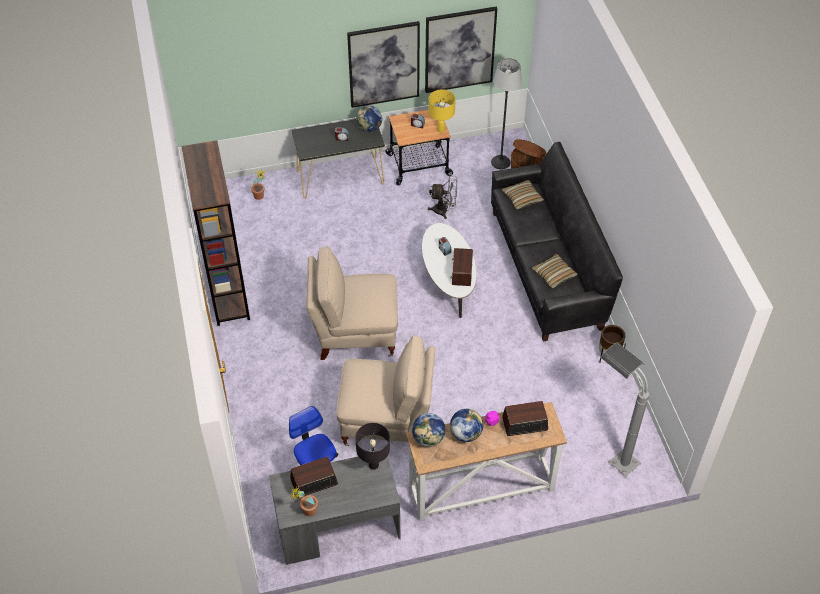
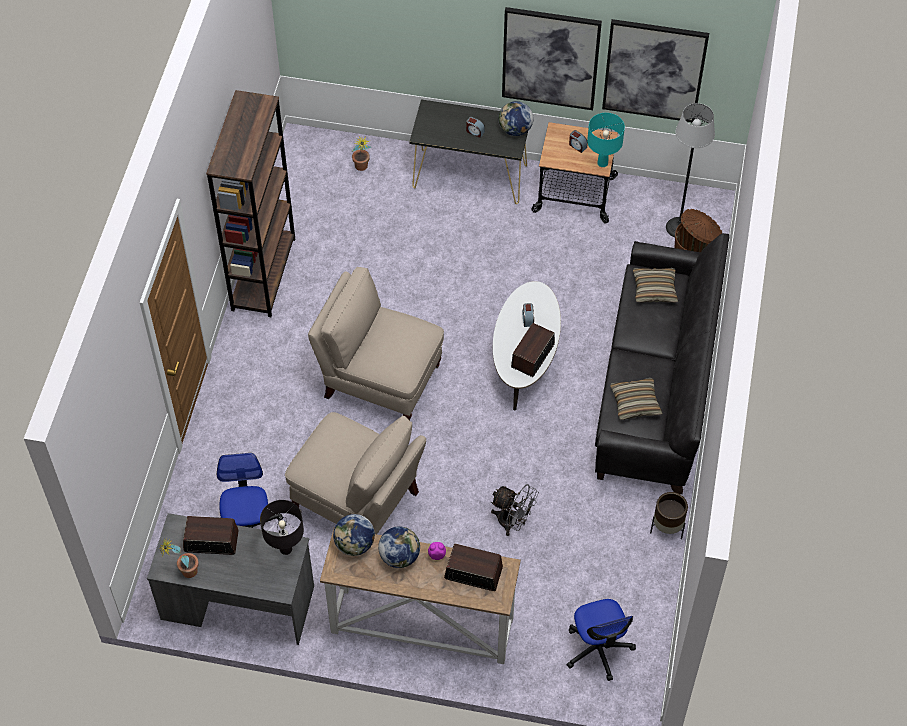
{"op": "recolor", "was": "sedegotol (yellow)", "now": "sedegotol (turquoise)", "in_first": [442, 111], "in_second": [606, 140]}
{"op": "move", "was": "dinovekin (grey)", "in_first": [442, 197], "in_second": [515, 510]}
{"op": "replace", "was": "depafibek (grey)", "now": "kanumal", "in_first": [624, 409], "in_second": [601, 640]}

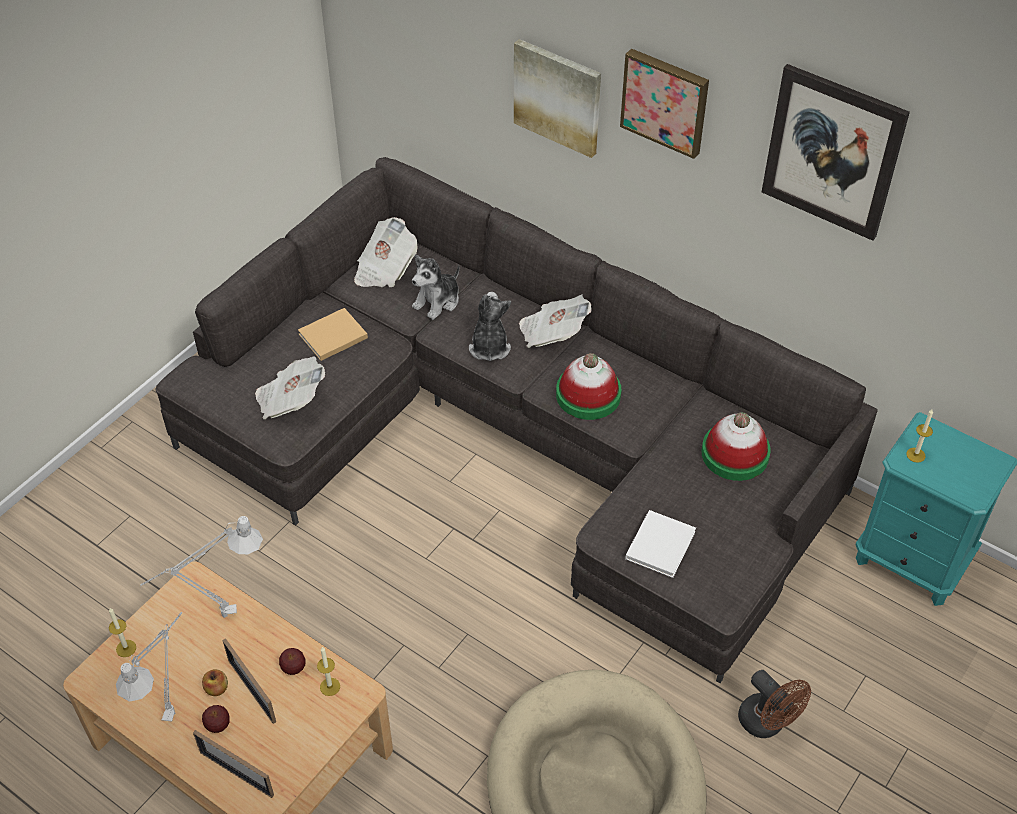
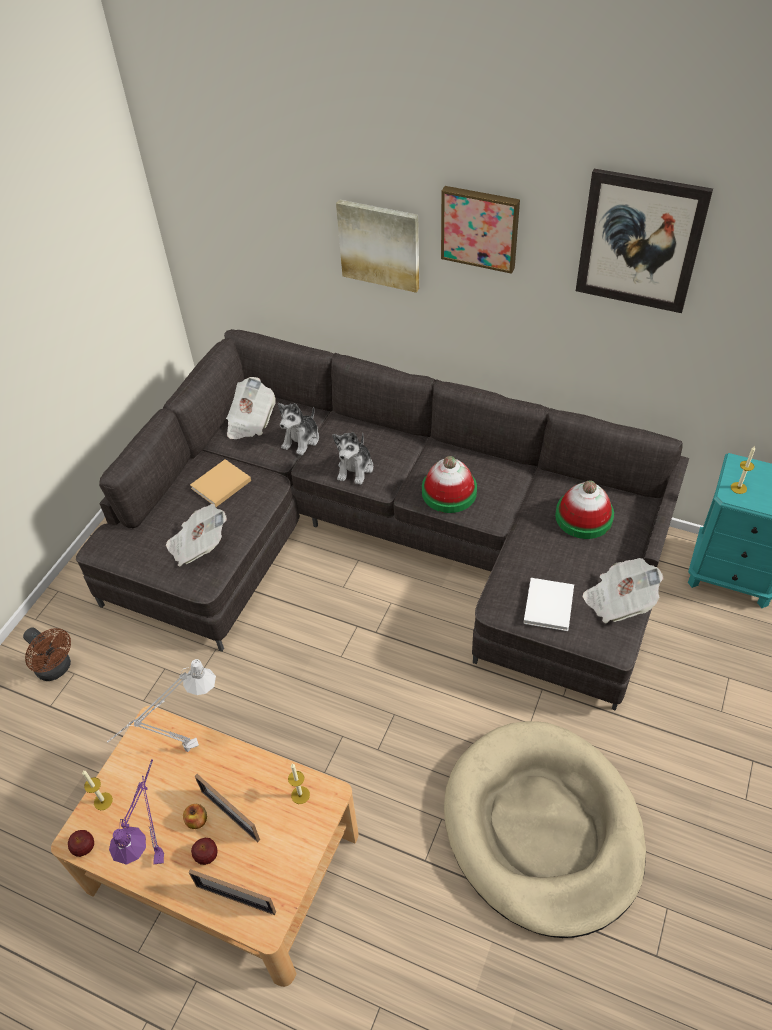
{"op": "rotate", "was": "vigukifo", "in_first": [490, 326], "in_second": [352, 458], "clockwise": -150}
{"op": "move", "was": "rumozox", "in_first": [555, 321], "in_second": [623, 590]}
{"op": "recolor", "was": "sedegotol (grey)", "now": "sedegotol (purple)", "in_first": [149, 666], "in_second": [136, 812]}
{"op": "move", "was": "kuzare", "in_first": [292, 661], "in_second": [81, 843]}
{"op": "move", "was": "dinovekin (brown)", "in_first": [774, 704], "in_second": [47, 654]}

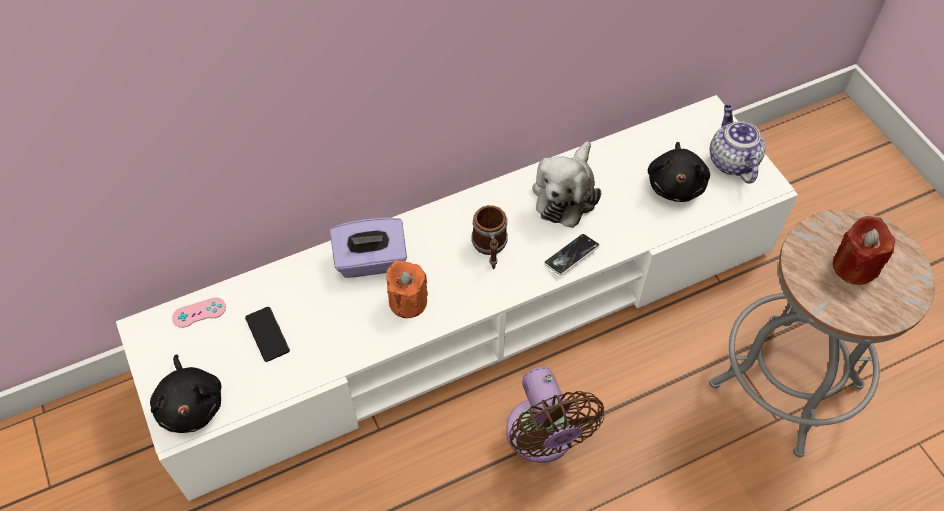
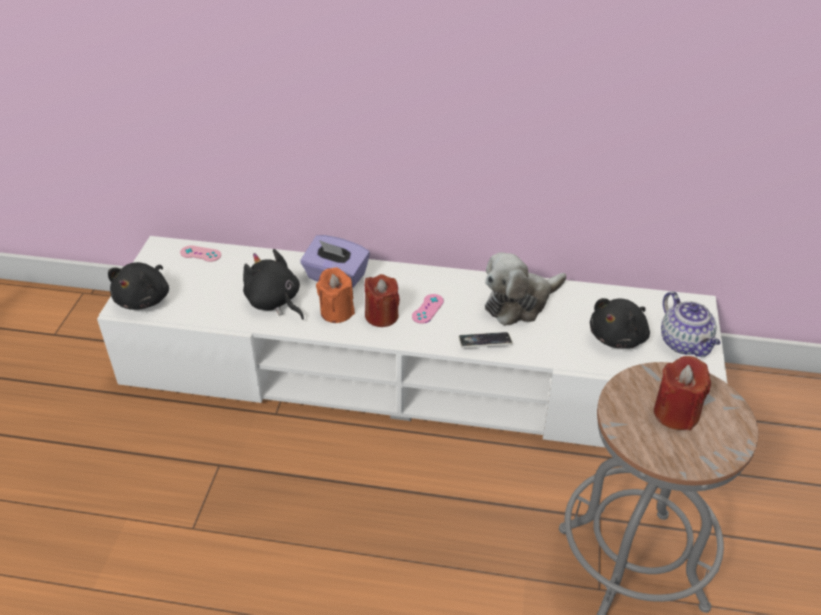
{"op": "rotate", "was": "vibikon", "in_first": [738, 144], "in_second": [690, 324], "clockwise": 135}
{"op": "replace", "was": "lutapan", "now": "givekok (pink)", "in_first": [489, 237], "in_second": [428, 309]}
{"op": "delete", "was": "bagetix", "in_first": [267, 334]}
{"op": "delete", "was": "dinovekin (brown)", "in_first": [555, 415]}
{"op": "insert", "now": "vigukifo (black)", "in_second": [273, 284]}
{"op": "insert", "now": "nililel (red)", "in_second": [382, 300]}

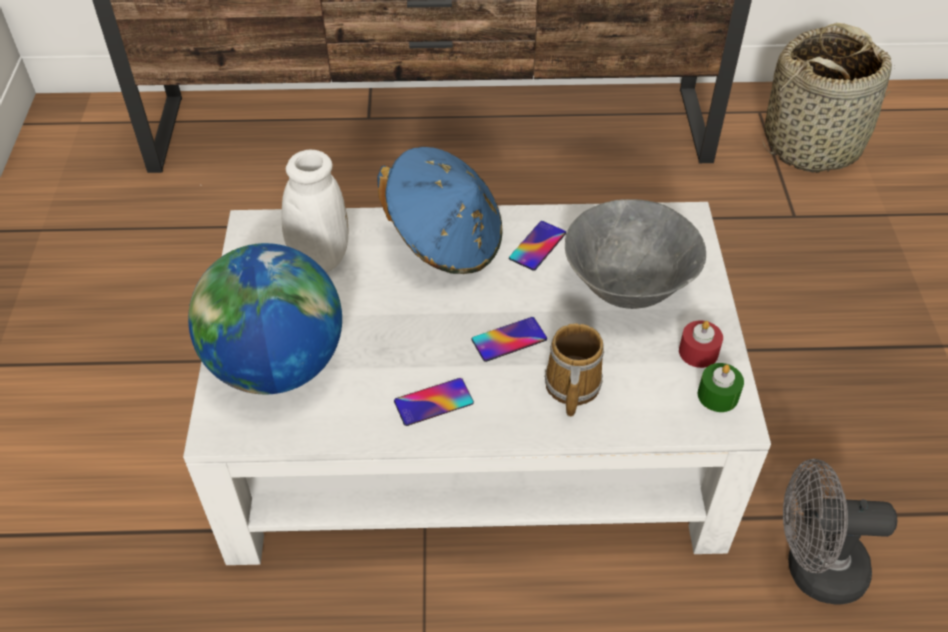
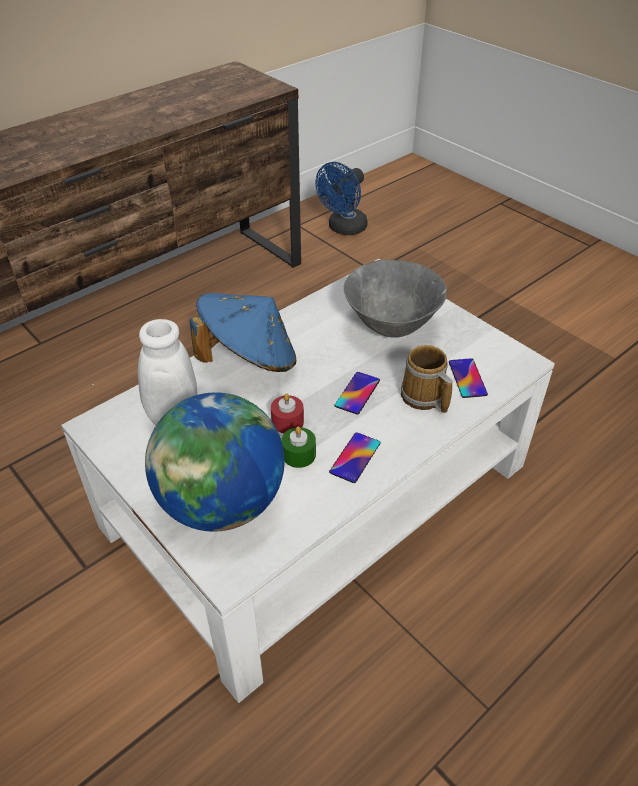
{"op": "replace", "was": "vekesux", "now": "dinovekin (blue)", "in_first": [827, 98], "in_second": [341, 198]}
{"op": "move", "was": "bagetix", "in_first": [537, 246], "in_second": [468, 378]}
{"op": "move", "was": "nililel (red)", "in_first": [701, 344], "in_second": [287, 413]}
{"op": "move", "was": "nililel (green)", "in_first": [721, 387], "in_second": [298, 447]}
{"op": "delete", "was": "dinovekin (grey)", "in_first": [840, 532]}

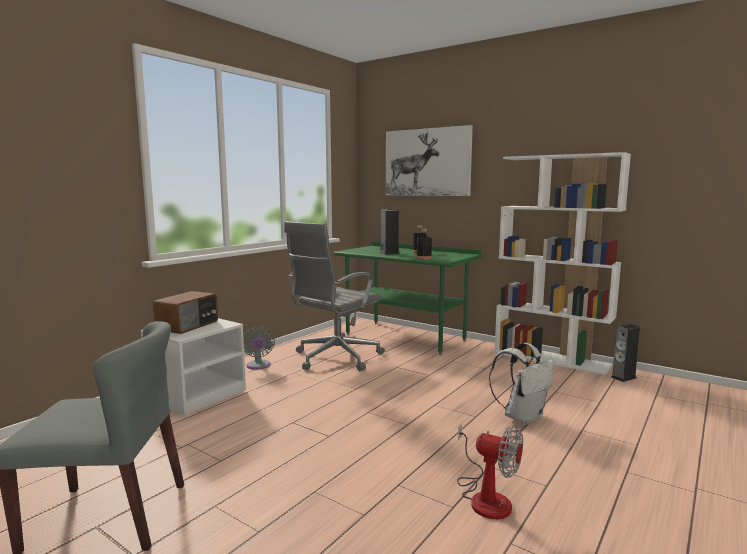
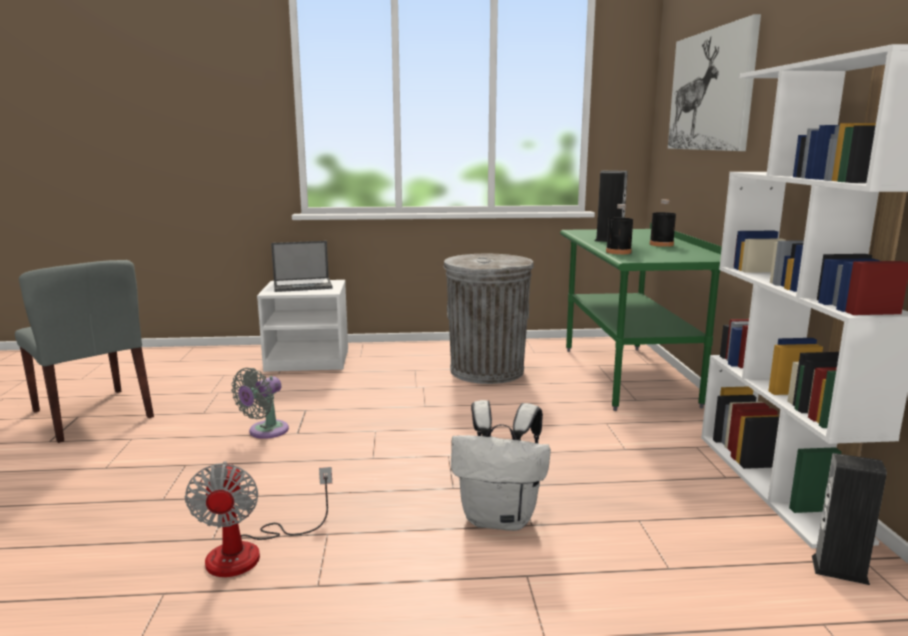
{"op": "replace", "was": "kanumal (grey)", "now": "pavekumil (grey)", "in_first": [334, 296], "in_second": [488, 319]}
{"op": "replace", "was": "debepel", "now": "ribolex", "in_first": [185, 312], "in_second": [302, 266]}
{"op": "move", "was": "dinovekin (grey)", "in_first": [259, 348], "in_second": [260, 403]}

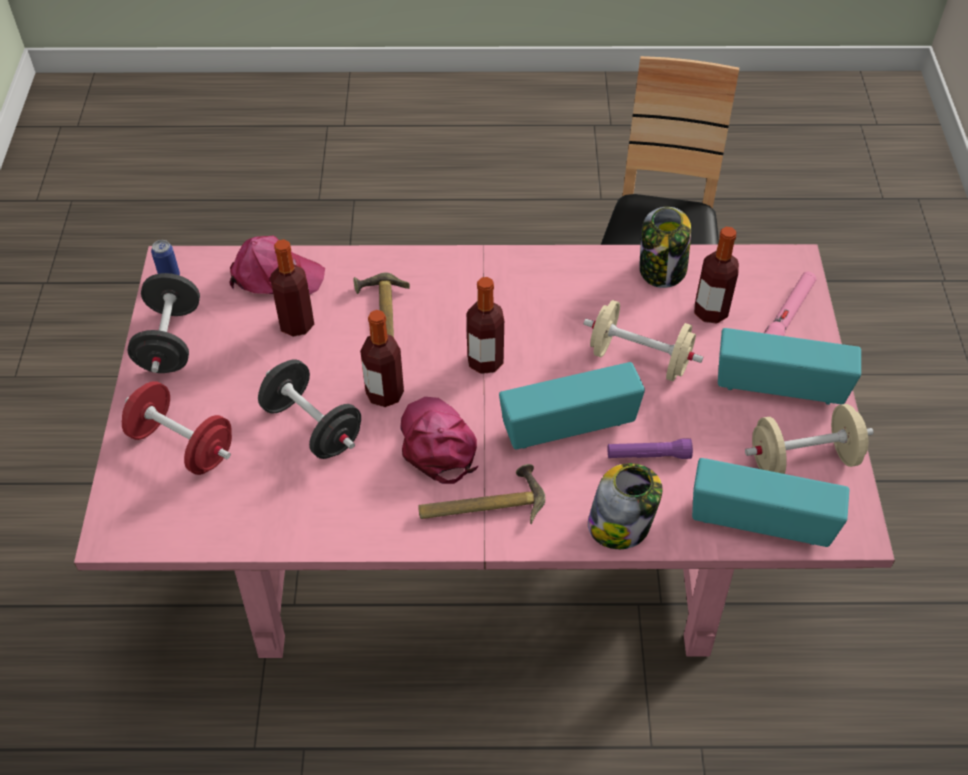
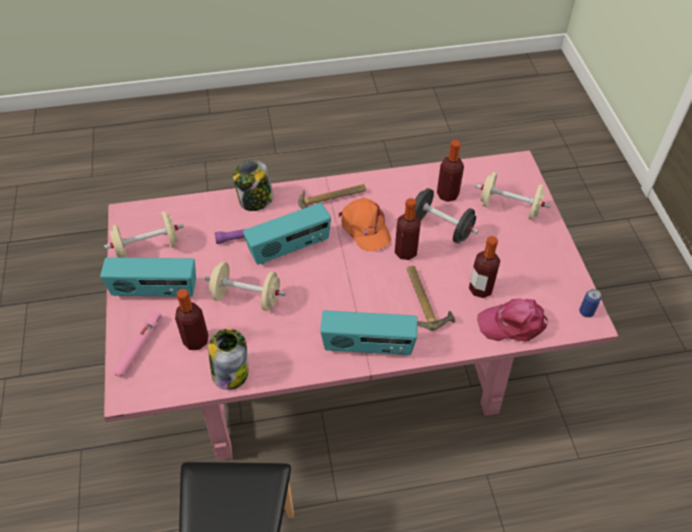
{"op": "delete", "was": "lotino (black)", "in_first": [164, 323]}
{"op": "move", "was": "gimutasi", "in_first": [485, 325], "in_second": [450, 171]}
{"op": "recolor", "was": "lotino (red)", "now": "lotino (beige)", "in_first": [177, 428], "in_second": [513, 196]}
{"op": "recolor", "was": "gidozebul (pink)", "now": "gidozebul (orange)", "in_first": [440, 440], "in_second": [364, 225]}
{"op": "move", "was": "debepel", "in_first": [770, 502], "in_second": [369, 332]}

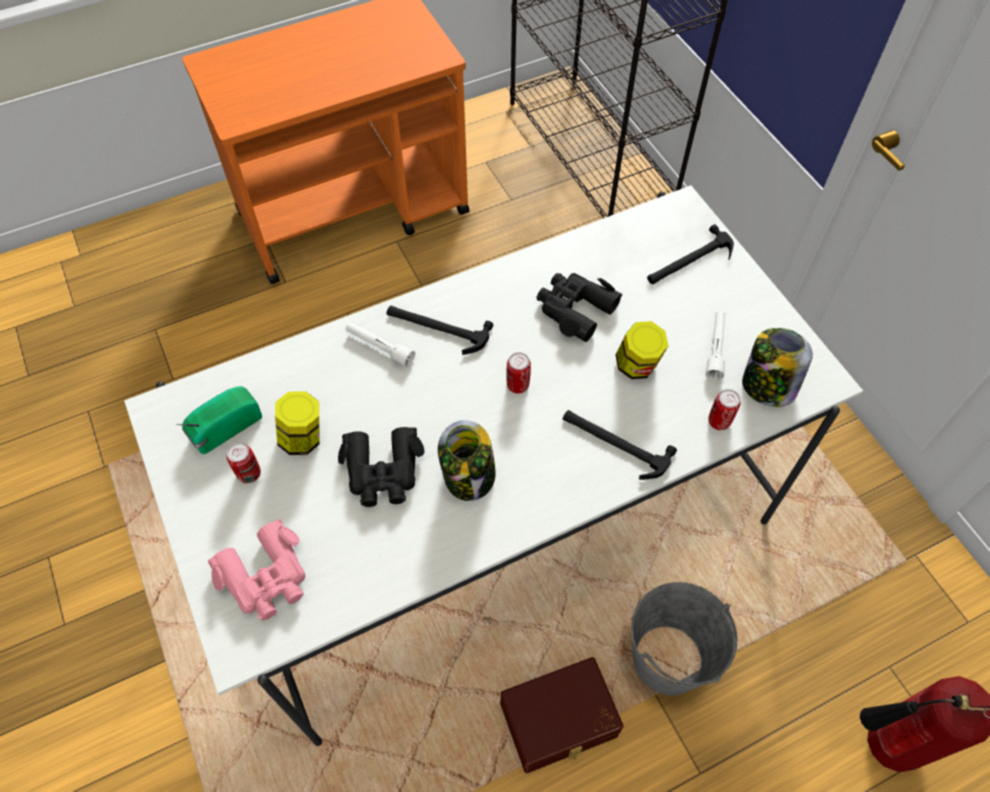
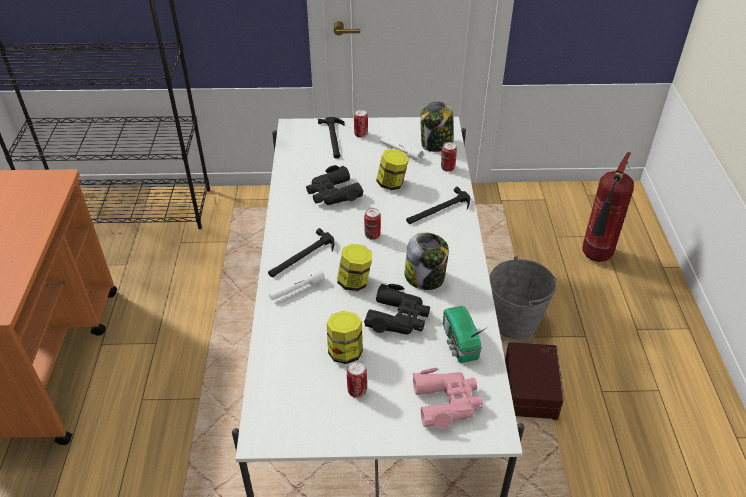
{"op": "move", "was": "debepel", "in_first": [219, 420], "in_second": [464, 334]}
{"op": "insert", "now": "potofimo", "in_second": [361, 123]}
{"op": "insert", "now": "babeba", "in_second": [354, 267]}

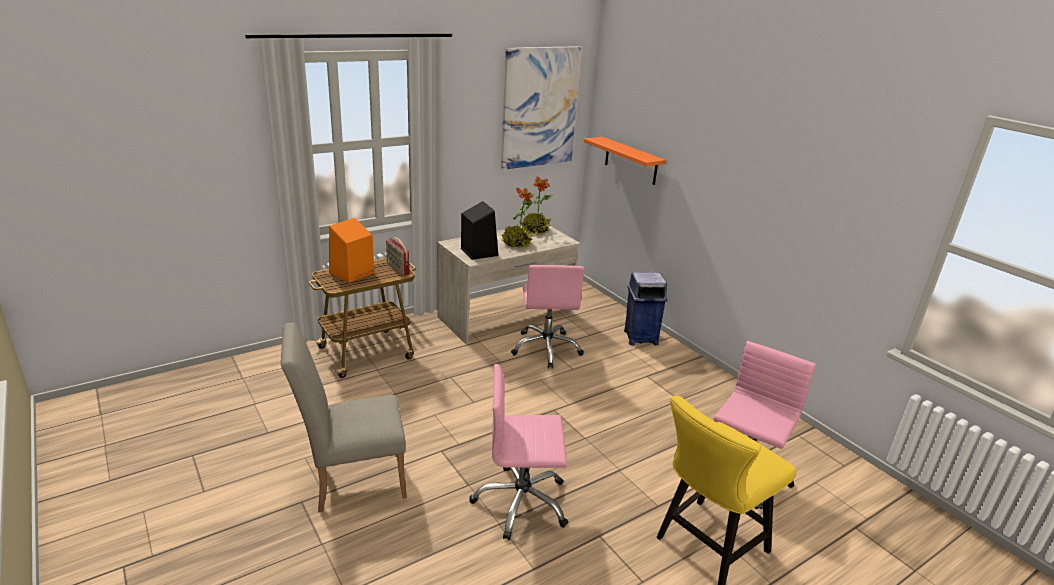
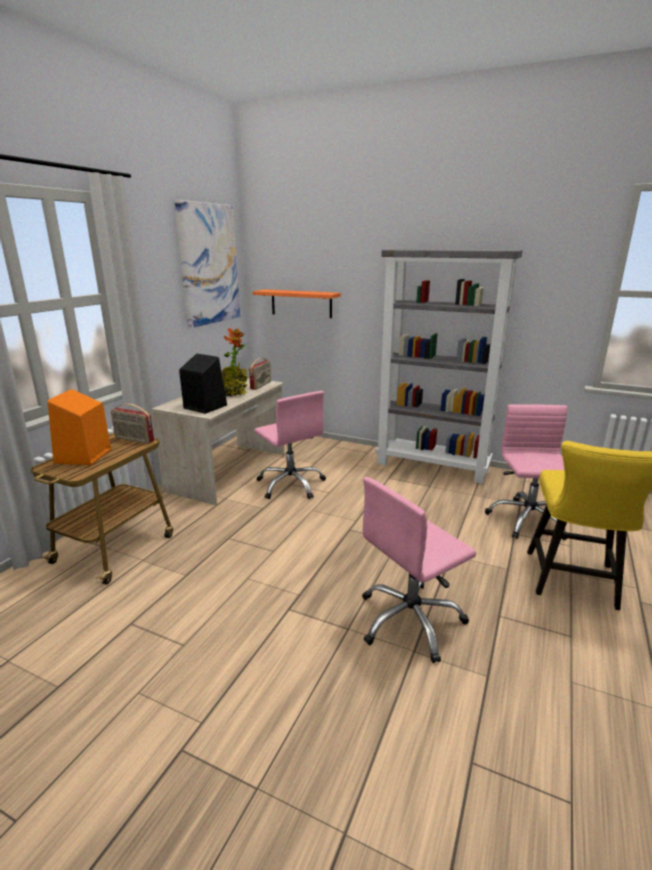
{"op": "delete", "was": "pavekumil (blue)", "in_first": [645, 308]}
{"op": "delete", "was": "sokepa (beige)", "in_first": [344, 417]}
{"op": "insert", "now": "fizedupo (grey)", "in_second": [449, 366]}
{"op": "insert", "now": "debepel", "in_second": [260, 374]}

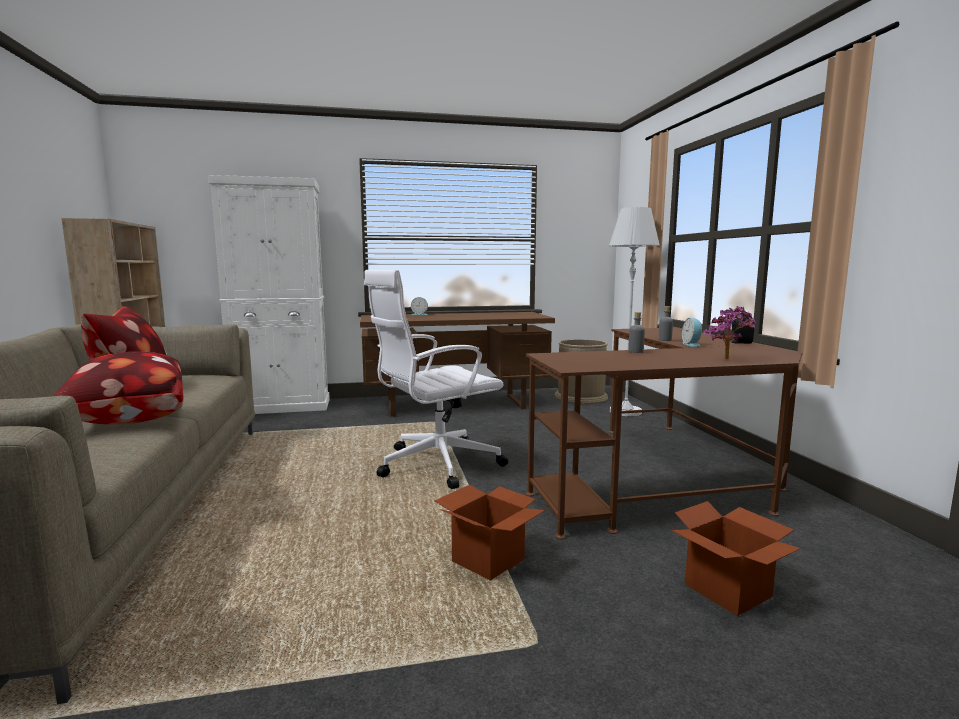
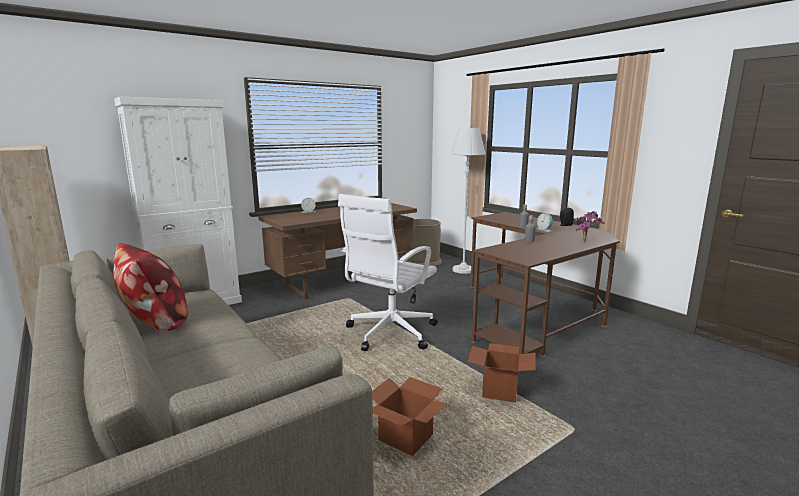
{"op": "delete", "was": "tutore", "in_first": [119, 388]}
{"op": "move", "was": "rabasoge", "in_first": [736, 558], "in_second": [409, 416]}

